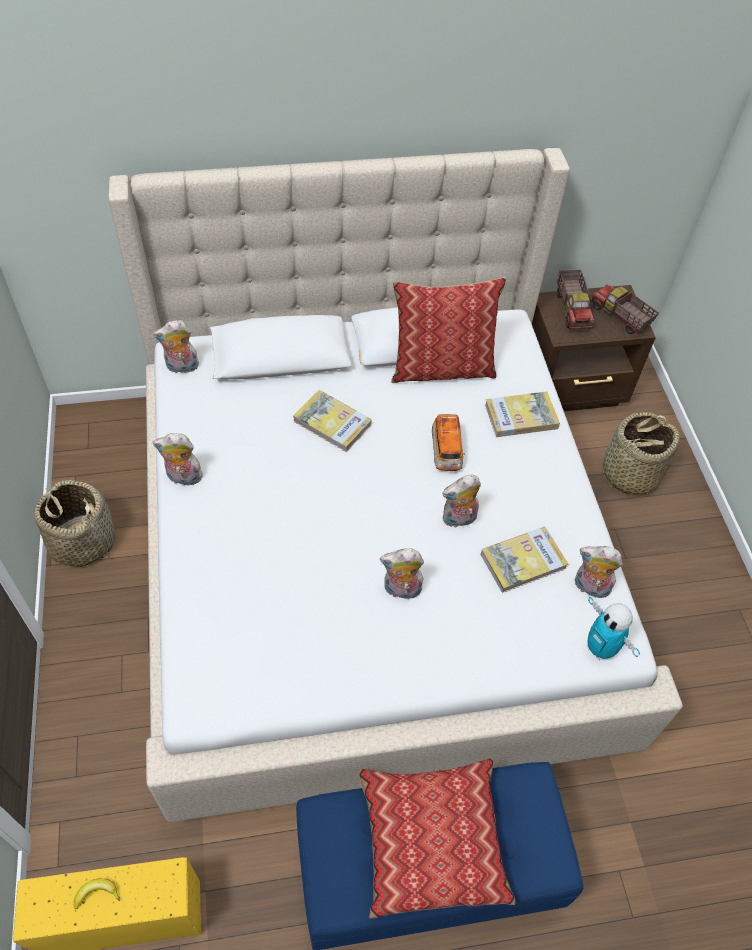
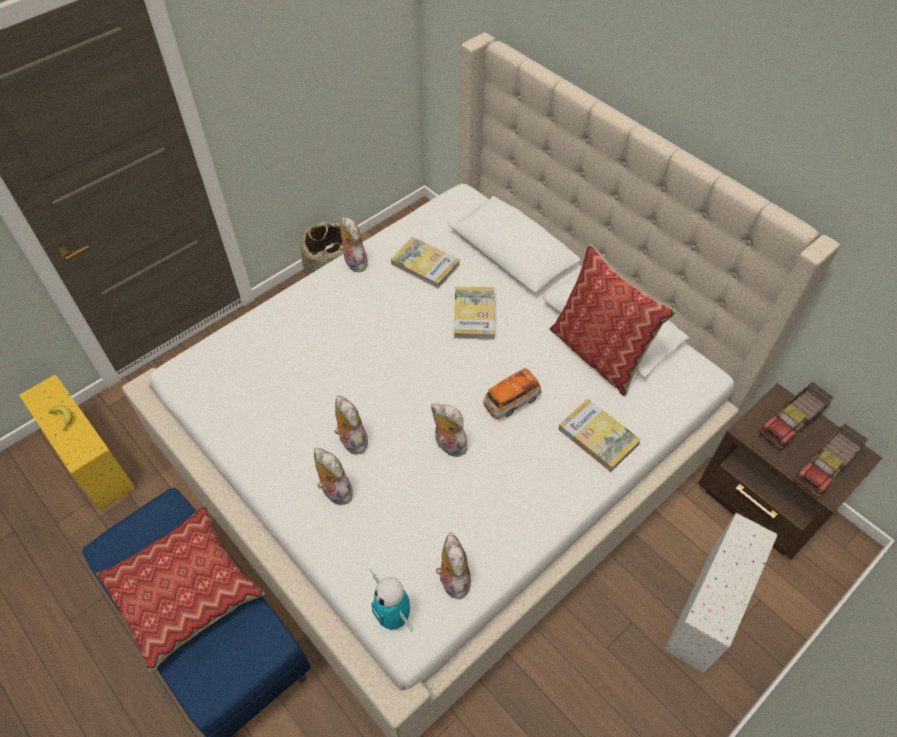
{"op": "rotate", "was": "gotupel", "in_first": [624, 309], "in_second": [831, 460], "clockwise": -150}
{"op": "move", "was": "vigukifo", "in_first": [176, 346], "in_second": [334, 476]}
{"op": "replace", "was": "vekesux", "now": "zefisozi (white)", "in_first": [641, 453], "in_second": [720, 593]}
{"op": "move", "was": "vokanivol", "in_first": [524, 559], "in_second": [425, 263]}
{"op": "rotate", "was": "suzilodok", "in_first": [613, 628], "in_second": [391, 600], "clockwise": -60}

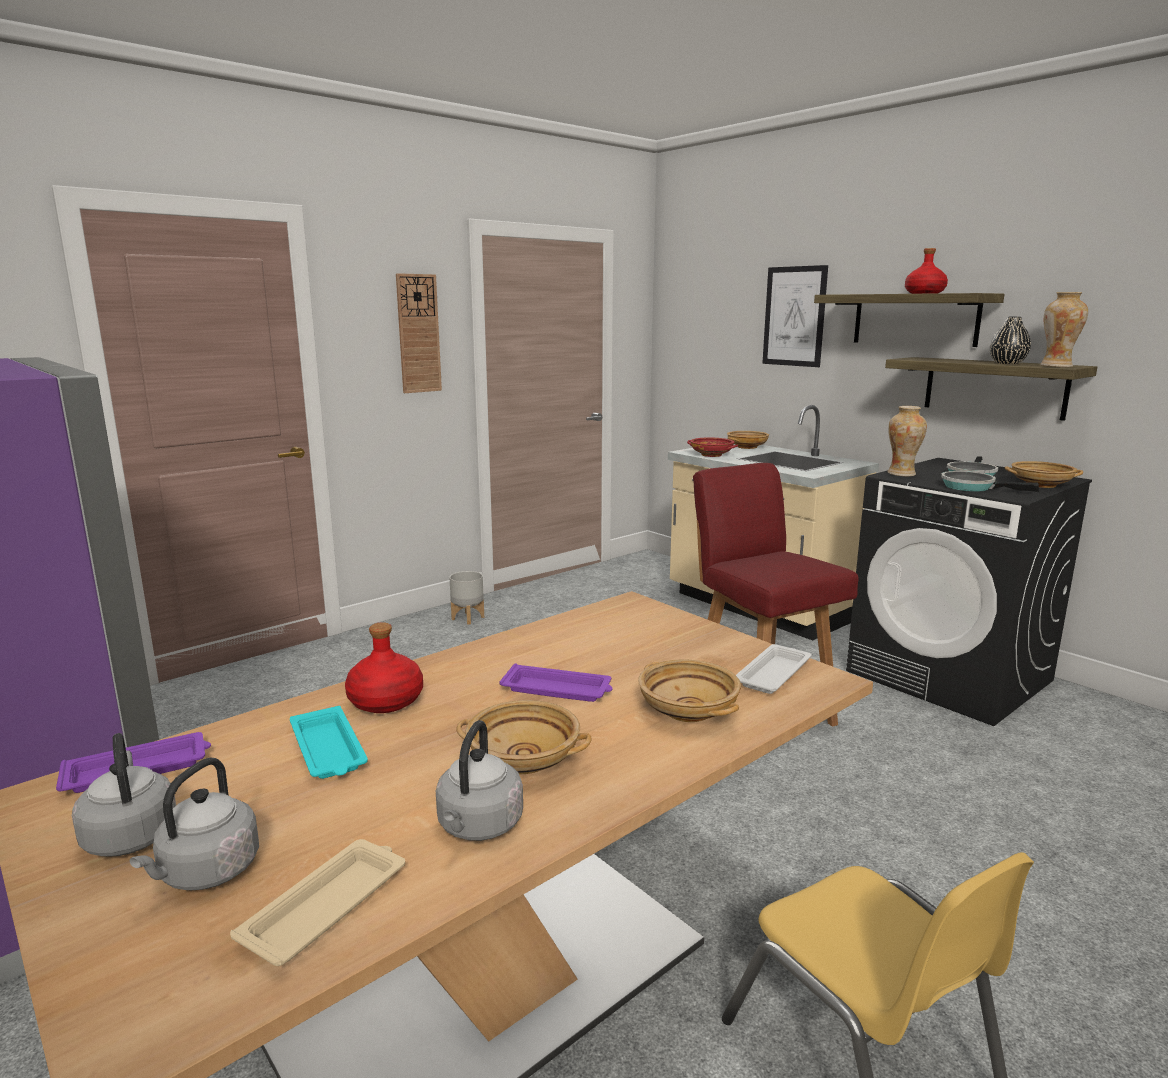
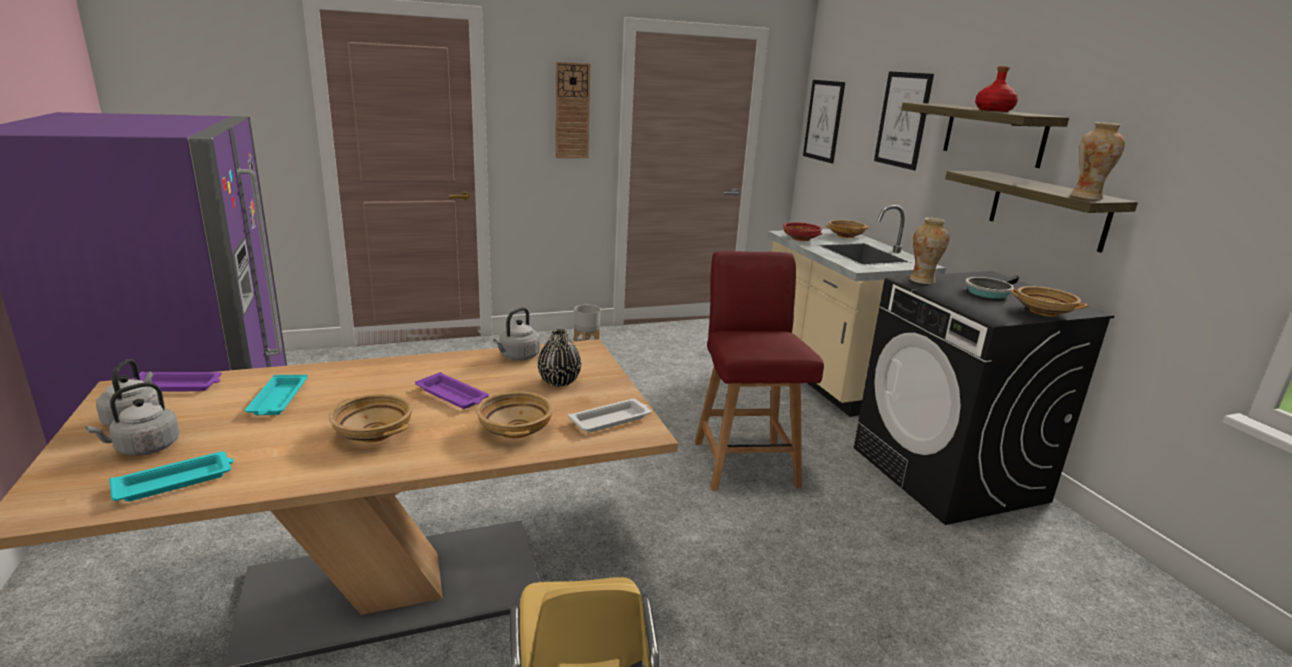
{"op": "move", "was": "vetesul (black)", "in_first": [1010, 340], "in_second": [559, 358]}
{"op": "delete", "was": "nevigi", "in_first": [990, 481]}
{"op": "delete", "was": "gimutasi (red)", "in_first": [384, 667]}
{"op": "move", "was": "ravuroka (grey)", "in_first": [479, 780], "in_second": [516, 334]}
{"op": "recolor", "was": "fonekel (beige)", "now": "fonekel (turquoise)", "in_first": [317, 902], "in_second": [171, 476]}
{"op": "insert", "now": "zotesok", "in_second": [824, 122]}

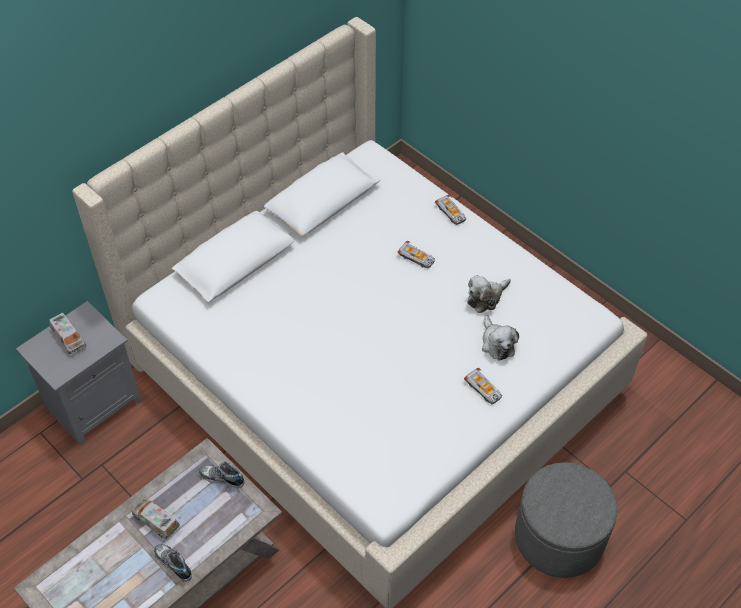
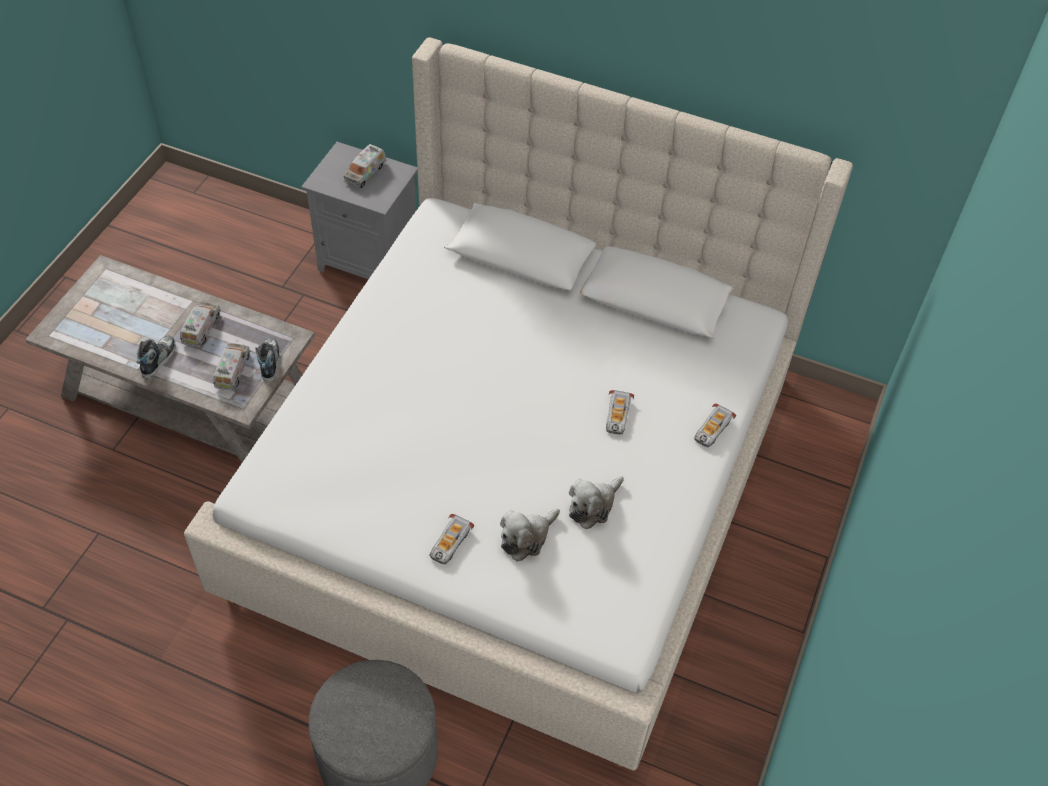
{"op": "rotate", "was": "vigukifo", "in_first": [489, 294], "in_second": [596, 502], "clockwise": -75}
{"op": "insert", "now": "gotupel", "in_second": [231, 367]}

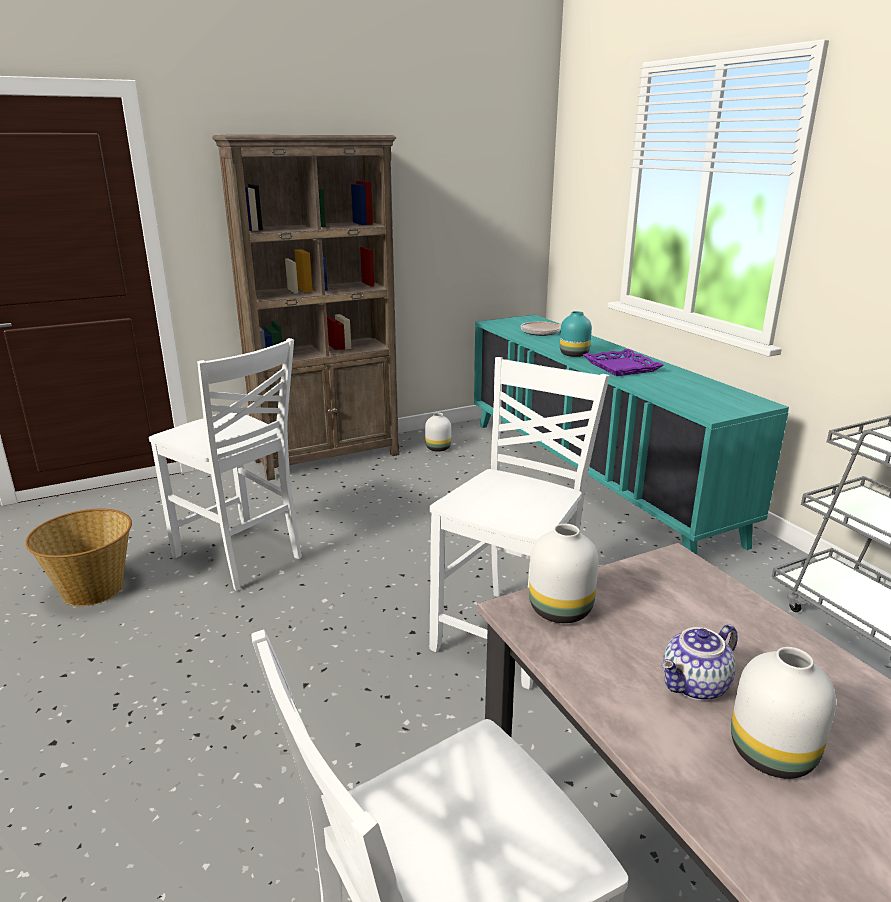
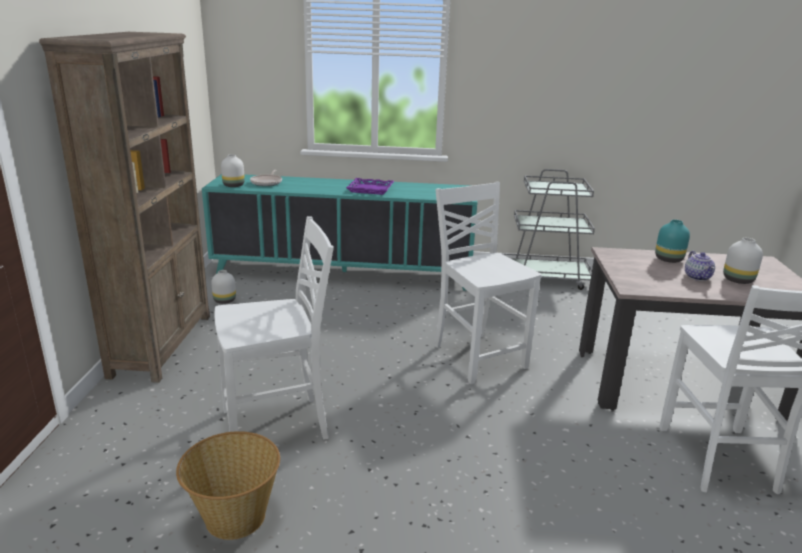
{"op": "move", "was": "vetesul (turquoise)", "in_first": [576, 334], "in_second": [672, 241]}
{"op": "move", "was": "vetesul (white)", "in_first": [564, 573], "in_second": [233, 170]}

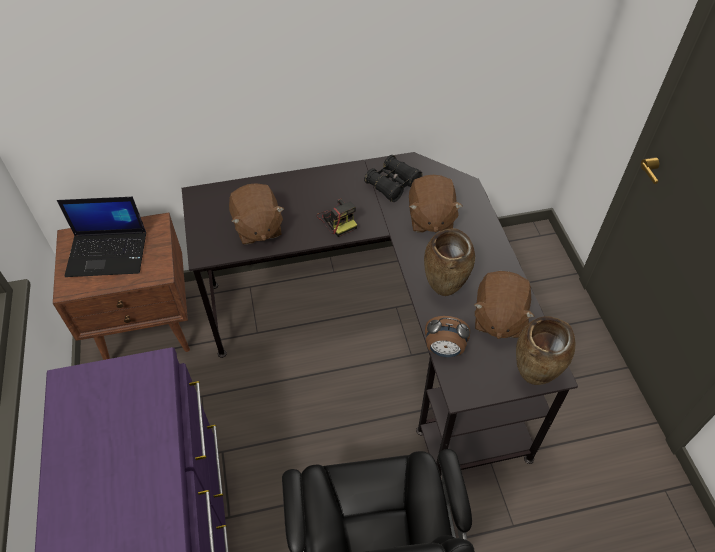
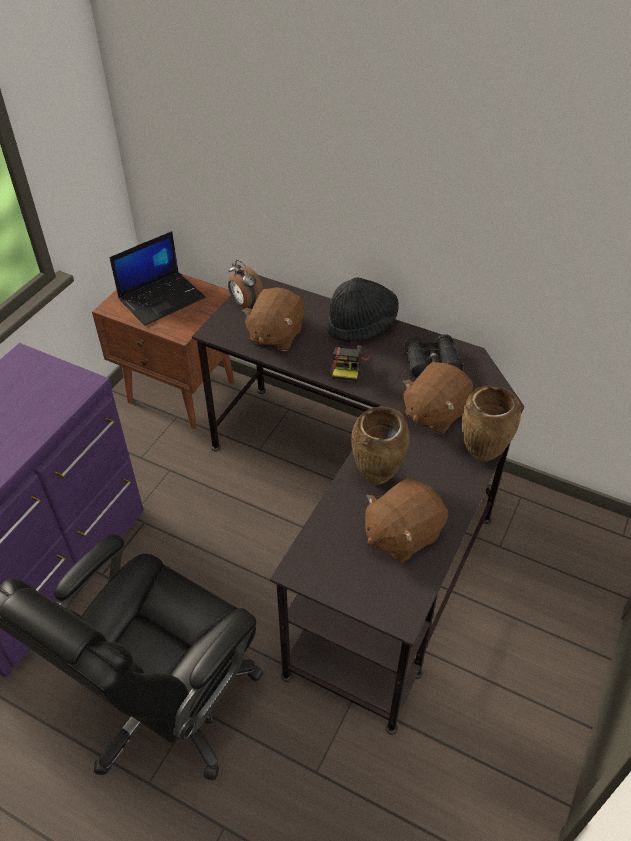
{"op": "rotate", "was": "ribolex", "in_first": [101, 237], "in_second": [157, 278], "clockwise": -75}
{"op": "move", "was": "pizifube", "in_first": [447, 336], "in_second": [246, 284]}
{"op": "move", "was": "vetesul (brown)", "in_first": [545, 350], "in_second": [491, 423]}
{"op": "insert", "now": "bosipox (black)", "in_second": [362, 310]}

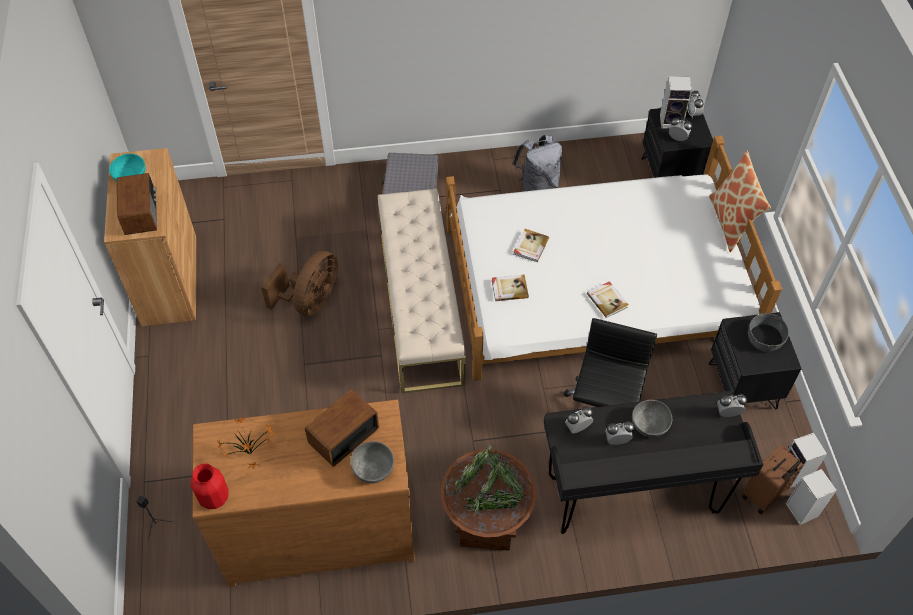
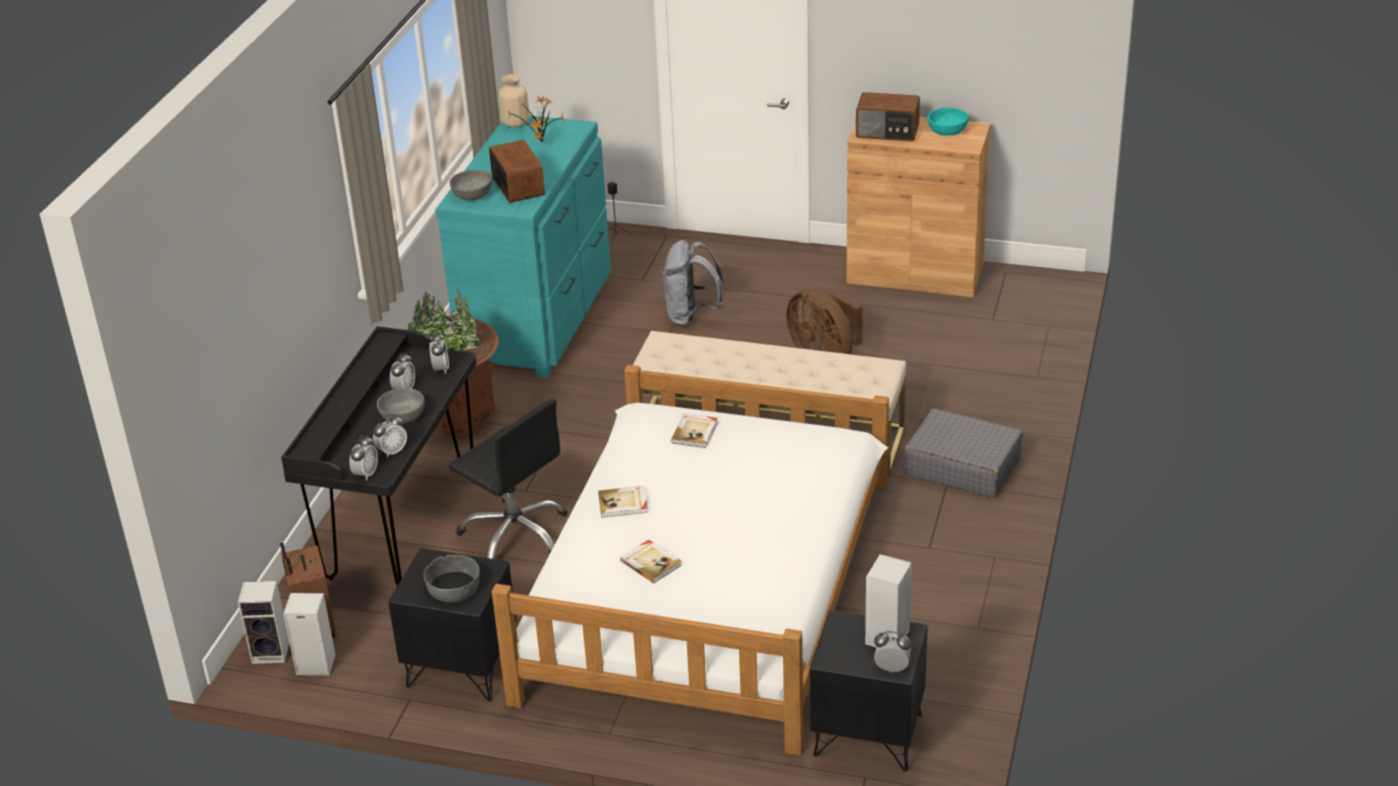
{"op": "move", "was": "pizifube", "in_first": [680, 129], "in_second": [390, 436]}
{"op": "move", "was": "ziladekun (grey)", "in_first": [537, 163], "in_second": [693, 283]}
{"op": "delete", "was": "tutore", "in_first": [740, 201]}
{"op": "move", "was": "vokanivol", "in_first": [531, 245], "in_second": [651, 561]}
{"op": "recolor", "was": "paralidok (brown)", "now": "paralidok (turquoise)", "in_first": [303, 493], "in_second": [523, 247]}
{"op": "recolor", "was": "vetesul (red)", "now": "vetesul (beige)", "in_first": [210, 486], "in_second": [513, 100]}

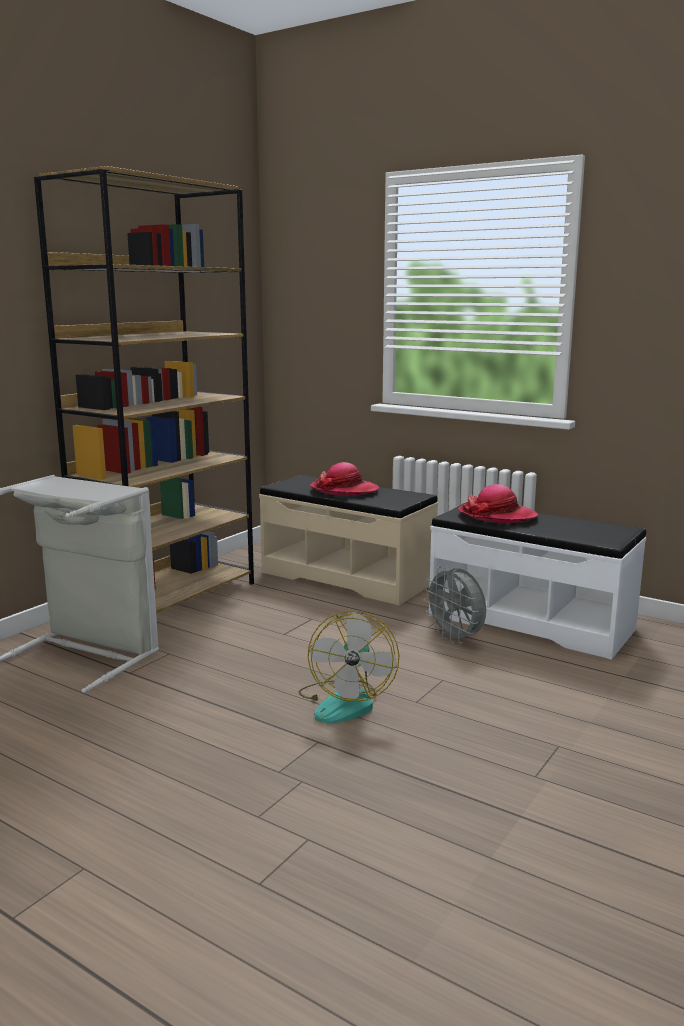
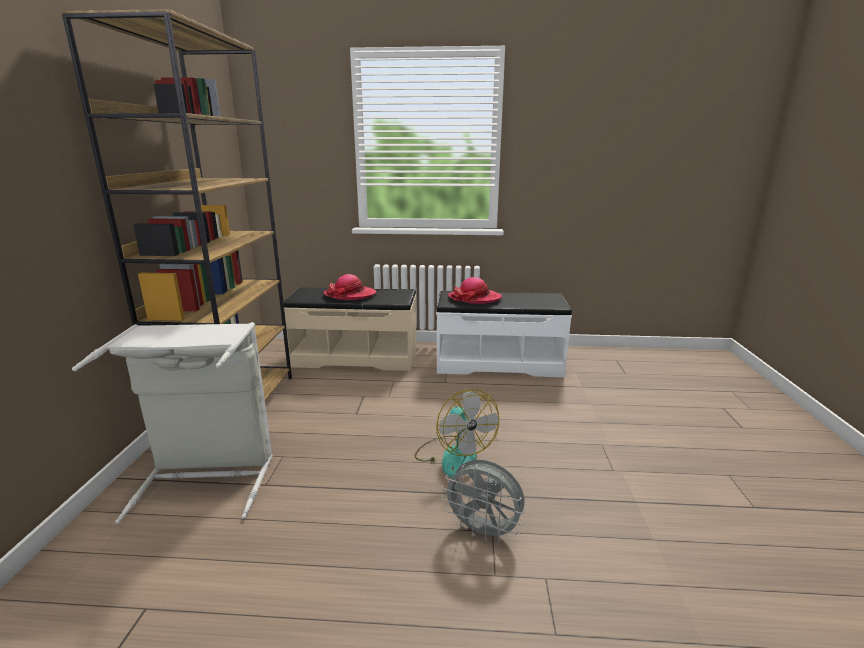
{"op": "move", "was": "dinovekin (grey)", "in_first": [454, 605], "in_second": [483, 501]}

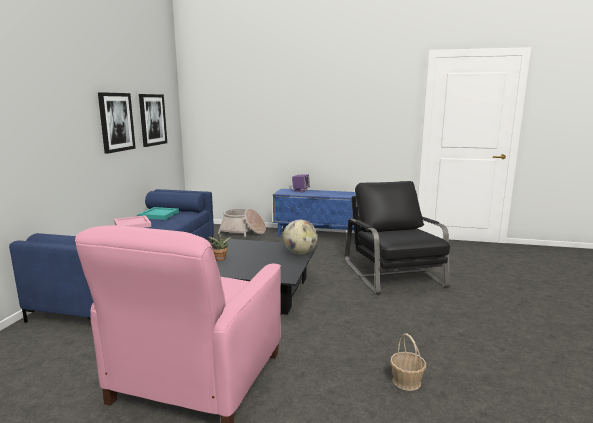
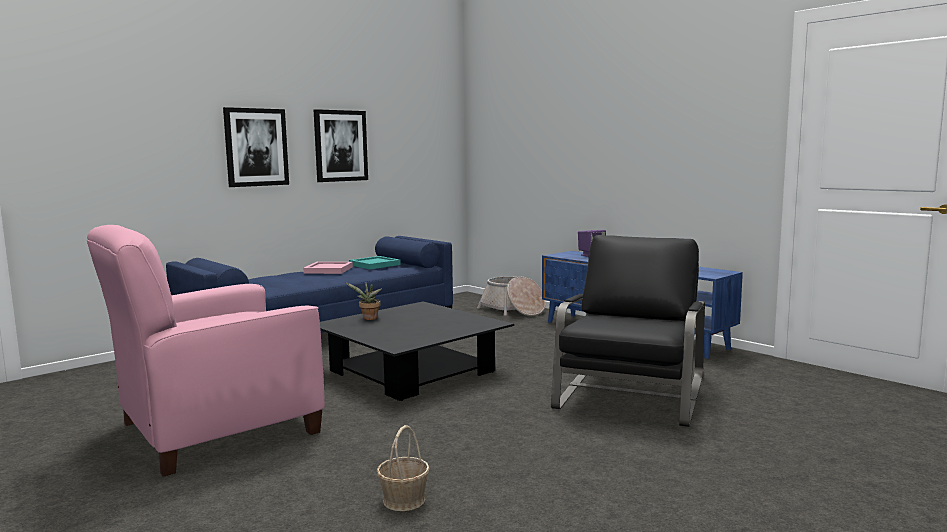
{"op": "move", "was": "zotesok", "in_first": [153, 120], "in_second": [256, 147]}
{"op": "delete", "was": "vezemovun", "in_first": [300, 237]}

